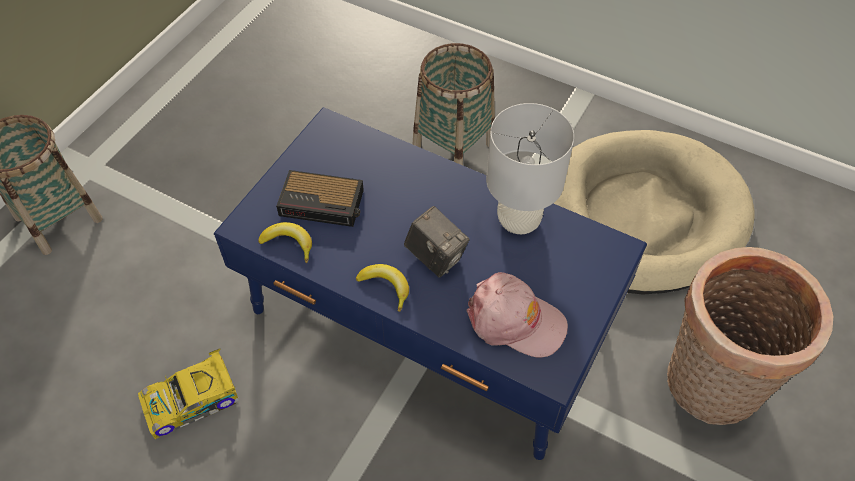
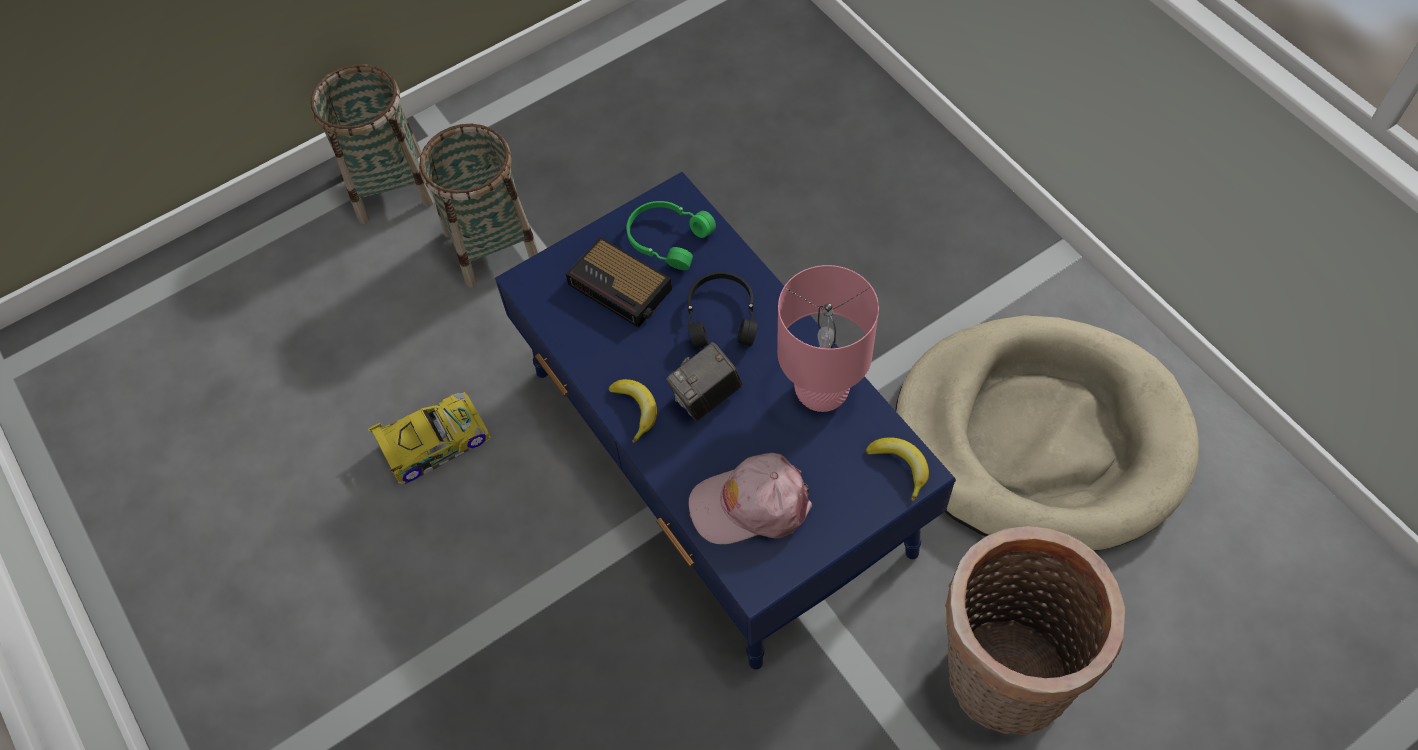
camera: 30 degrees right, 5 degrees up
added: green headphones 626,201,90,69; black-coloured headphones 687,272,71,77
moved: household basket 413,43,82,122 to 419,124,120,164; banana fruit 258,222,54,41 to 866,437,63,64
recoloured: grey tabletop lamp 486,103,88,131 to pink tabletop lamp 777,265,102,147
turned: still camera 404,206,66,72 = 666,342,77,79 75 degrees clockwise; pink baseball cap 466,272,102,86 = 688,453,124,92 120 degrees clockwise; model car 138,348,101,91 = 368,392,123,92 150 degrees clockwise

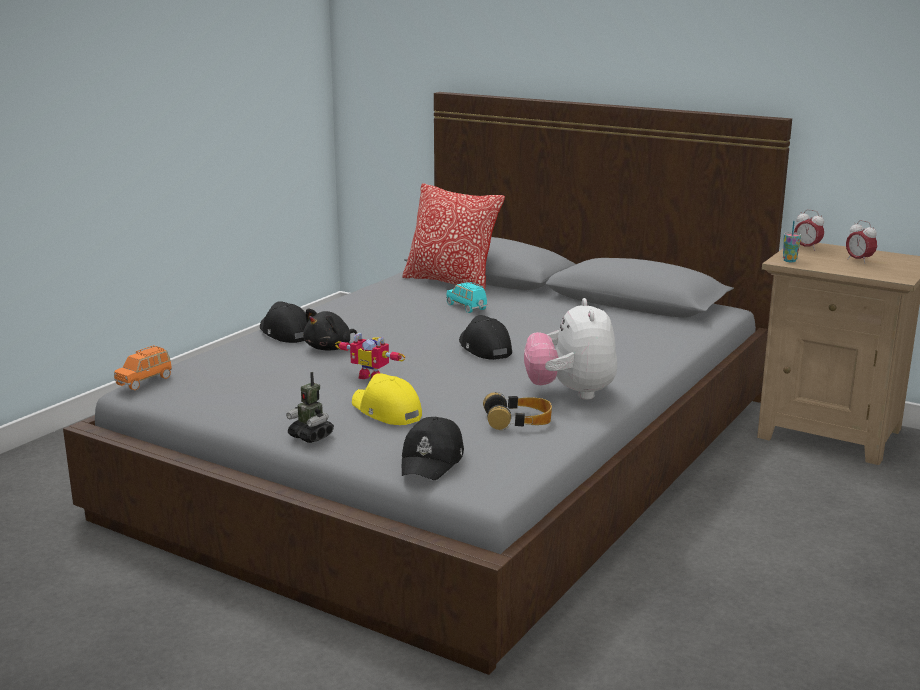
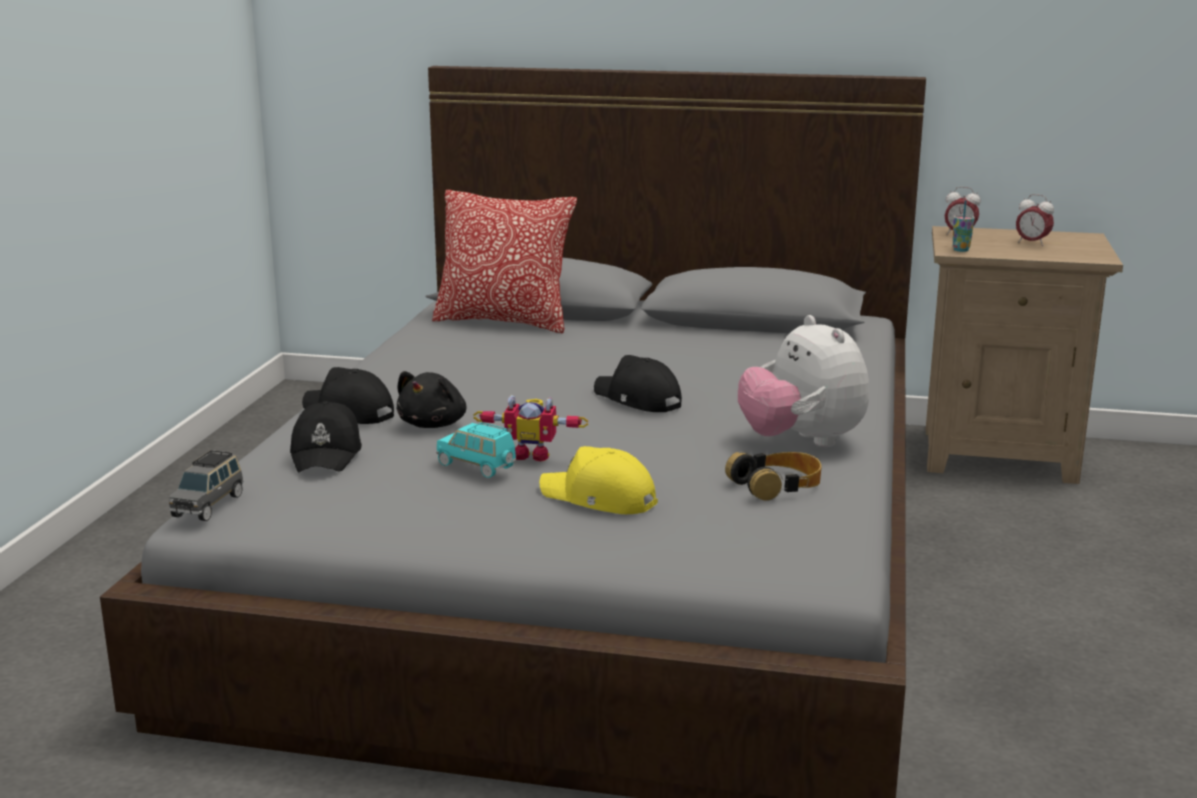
camera: 20 degrees left, 0 degrees up
removed: toy robot 286,372,48,71
moved: turquoise-coloured model car 446,282,41,31 to 436,422,80,56; black-coloured baseball cap 402,417,62,63 to 290,401,72,72
recoloured: orangey model car 114,345,58,45 to grey model car 169,450,74,71

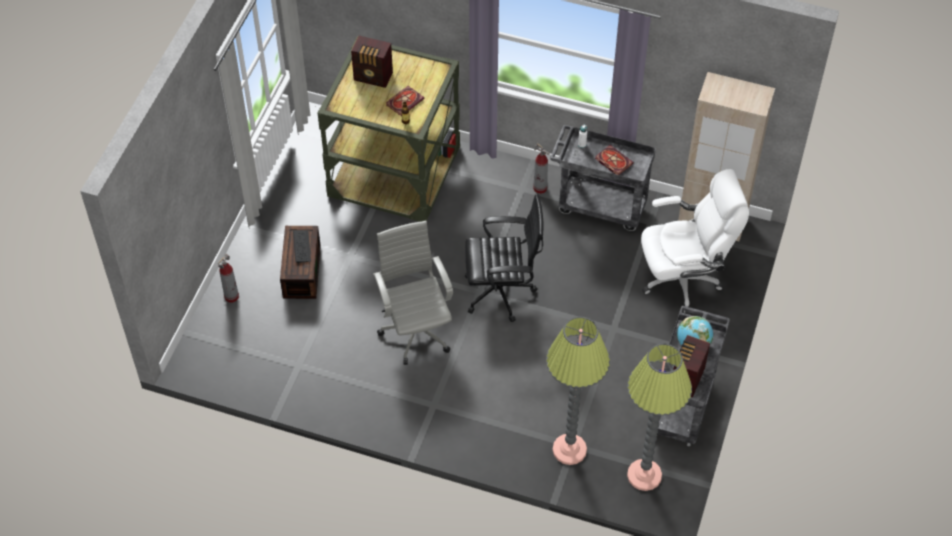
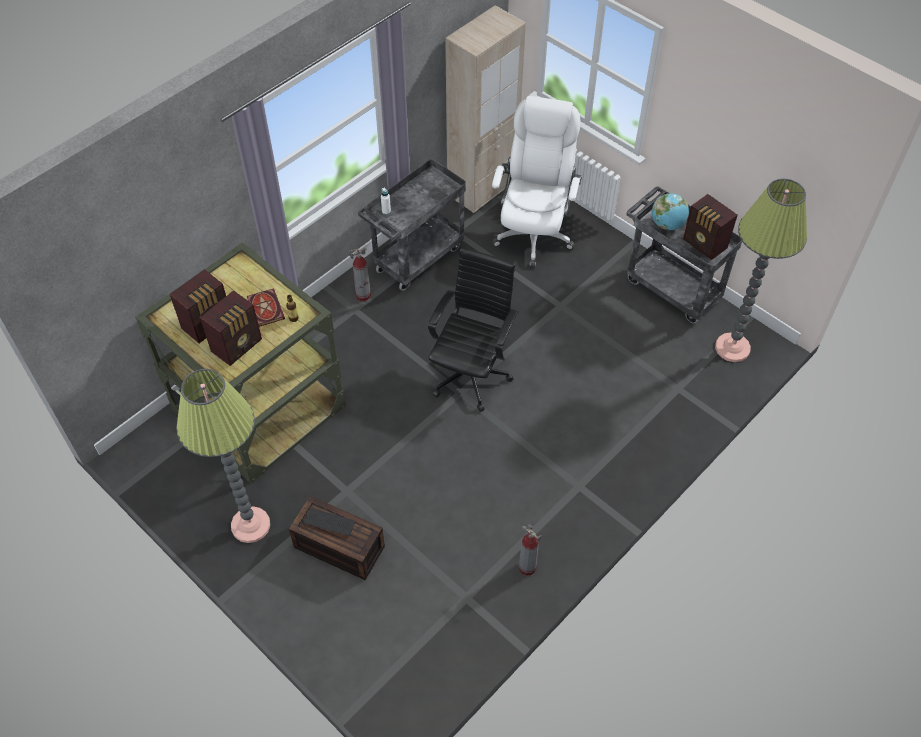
camera: 65 degrees left, 0 degrees up
removed: volume 595,145,39,30; grey computer chair 373,221,80,144
added: radio 200,290,62,76
moved: fire extinguisher 218,253,21,50 to 519,524,23,52; floor lamp 546,317,64,148 to 176,369,94,174

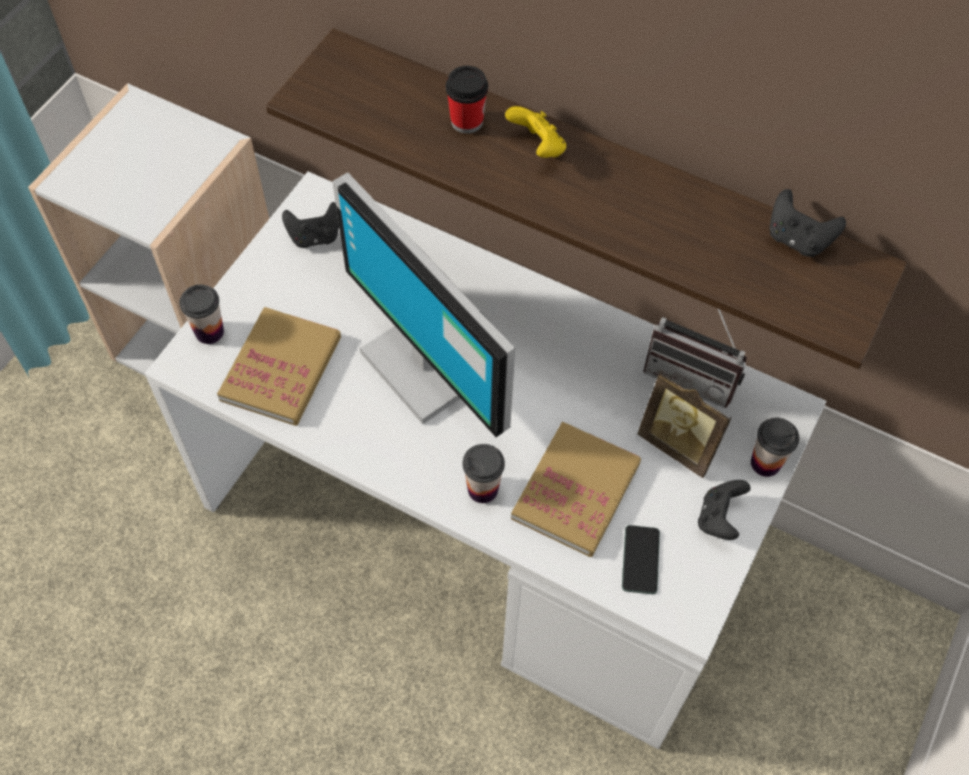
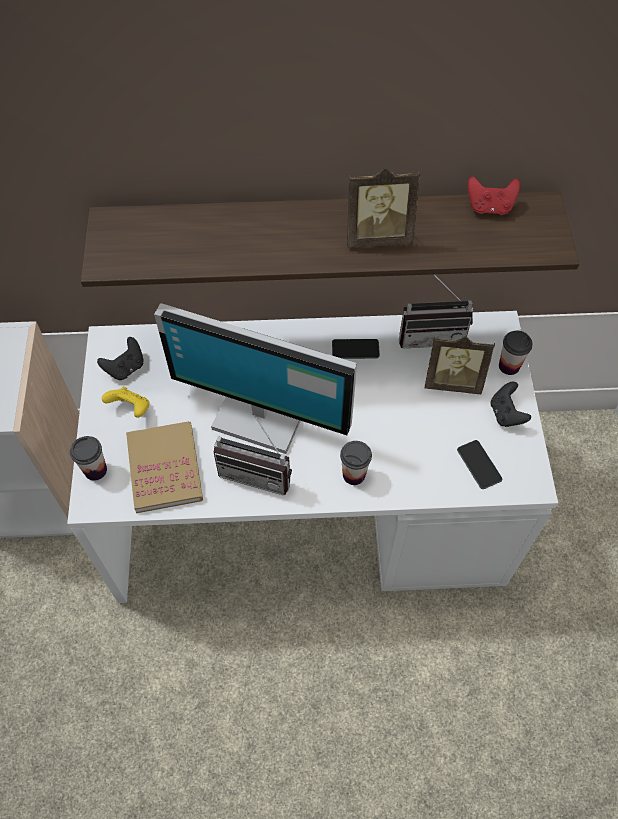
camera: 30 degrees left, 0 degrees up
removed: small cup 446,66,42,68; volume 511,421,130,136
added: standing frame 347,167,73,81; phone 332,339,48,20; radio 213,411,79,84
moved: yellow gamepad 505,106,61,52 to 102,387,48,31
recoloured: black-coloured gamepad 769,189,77,68 to red-coloured gamepad 468,176,52,39

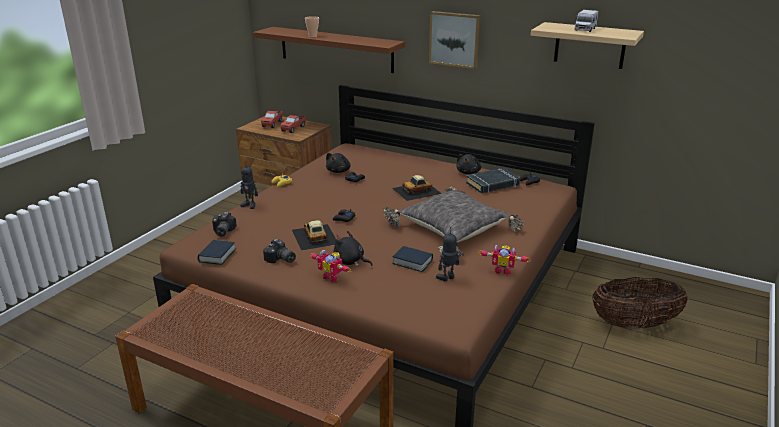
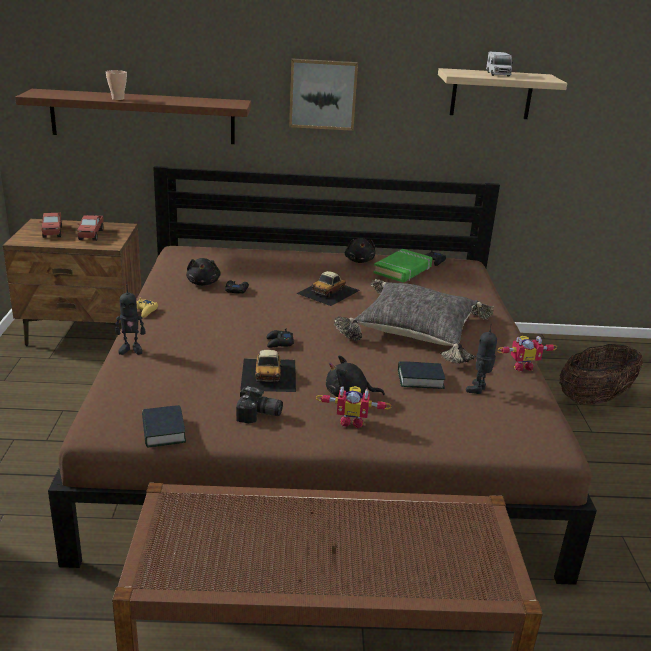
camera: 30 degrees left, 0 degrees up
removed: still camera 212,212,25,25
recoloured: black-coloured volume 466,168,54,25 to green volume 374,249,58,34
turned: model car 292,220,44,30 = 240,350,56,42 135 degrees counterclockwise

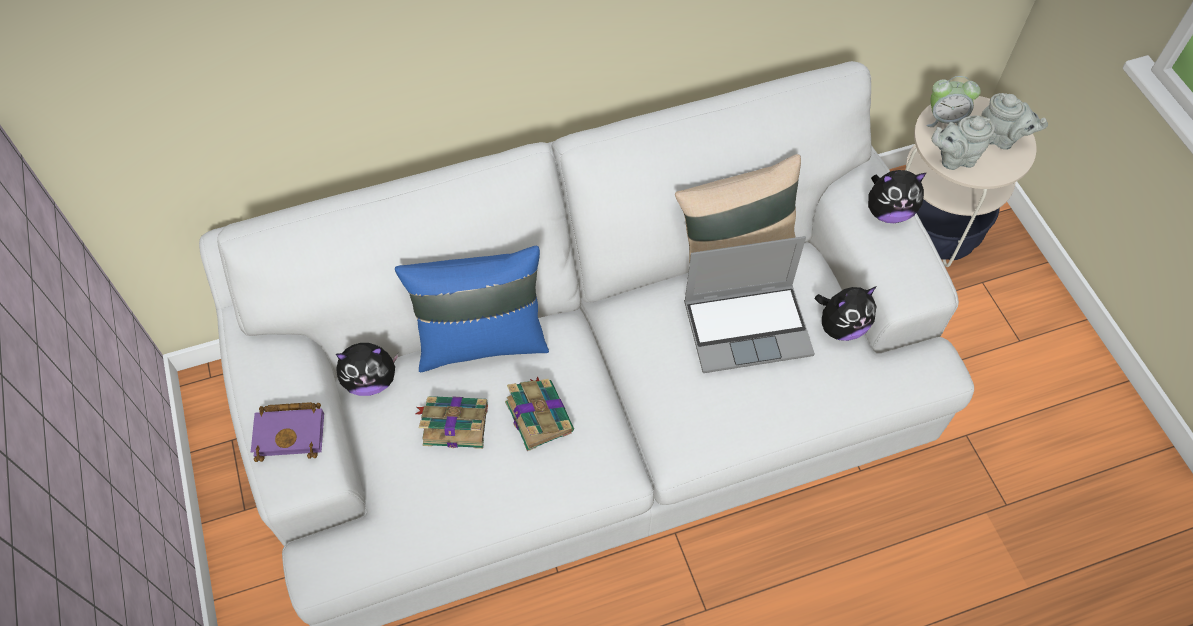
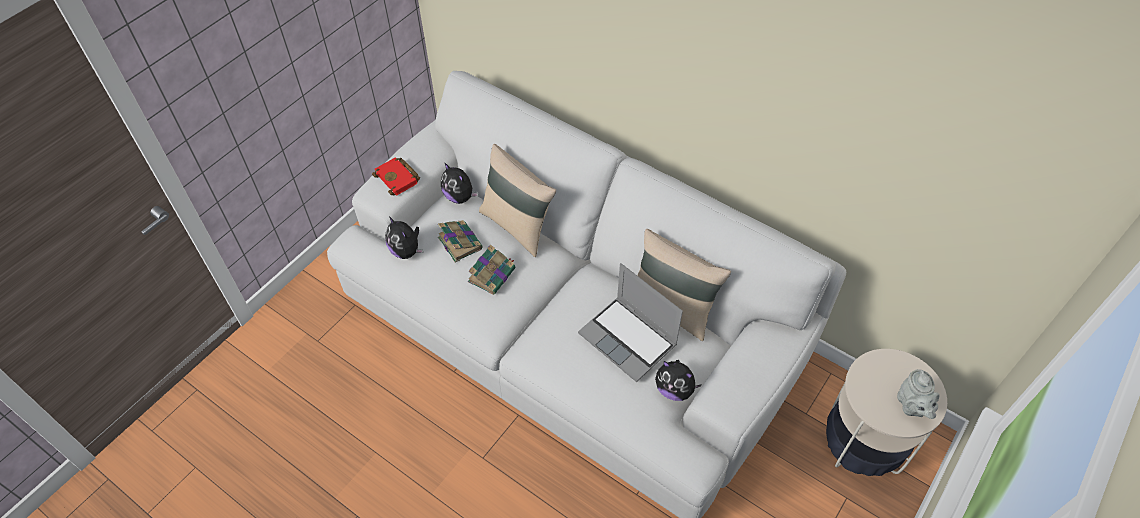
camera: 55 degrees right, 5 degrees down
removed: table clock 926,76,55,51; grey teapot 932,115,62,55
moved: cuddly toy 868,170,58,53 to 385,216,38,43
recoloured: blue cushion 395,246,154,126 to beige-coloured cushion 479,144,77,113; purple-coloured volume 251,402,73,60 to red-coloured volume 372,157,48,39

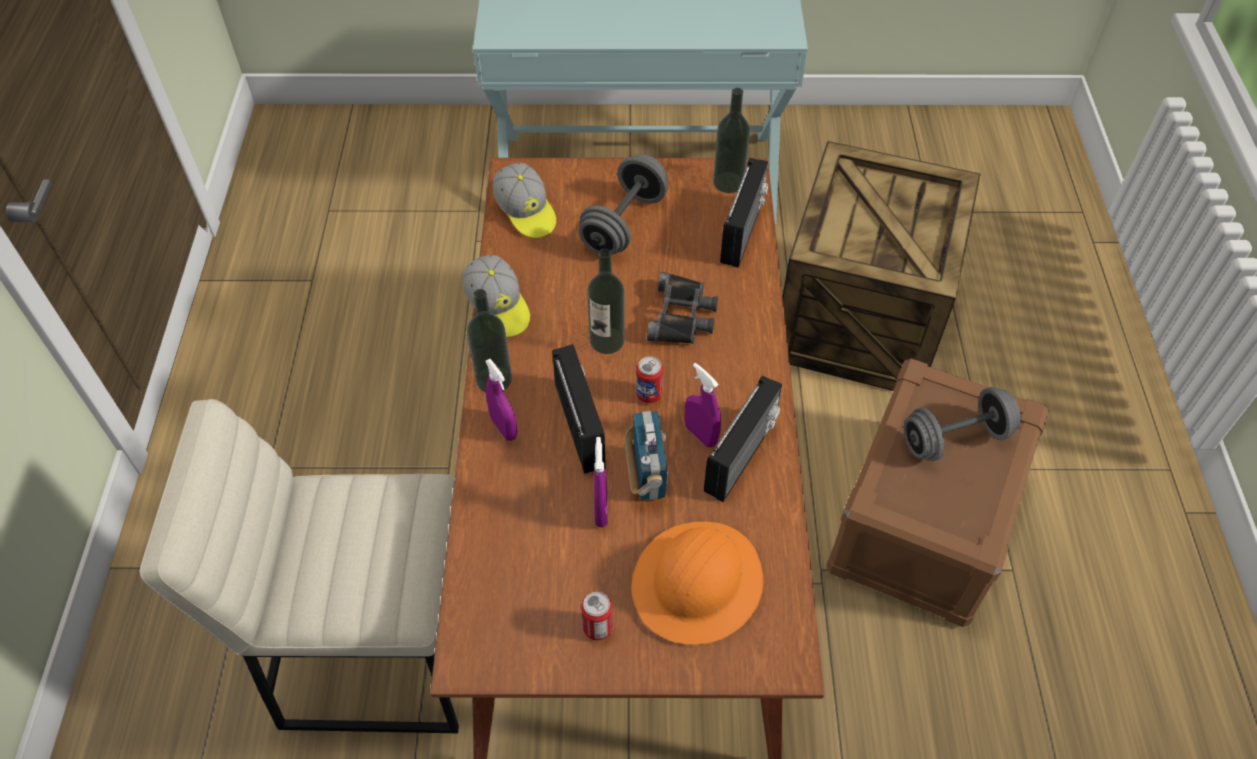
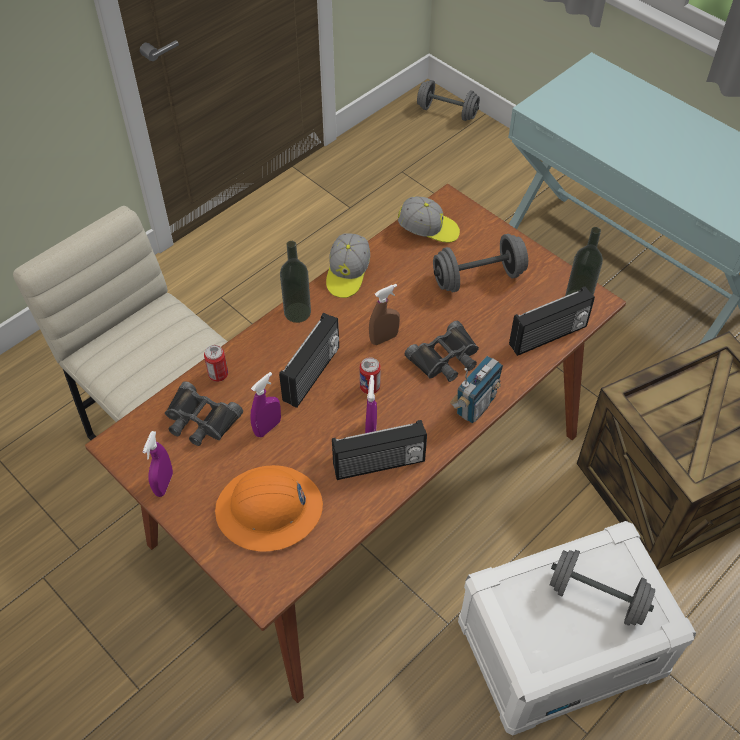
camera: 45 degrees right, 0 degrees up
added: grey free weight 417,80,63,41; black-coloured pair of binoculars 165,381,78,65
moved: purple-coloured spray bottle 485,359,32,82 to 143,431,30,66; radio 624,411,44,89 to 450,356,53,67; can 581,592,32,49 to 204,345,24,37
replaced: drink bottle 587,249,38,105 to brown spray bottle 369,284,31,61
recoloured: brown storage bin 826,358,223,269 to white storage bin 458,521,238,214
turned: baseball cap 492,162,64,76 = 398,197,62,46 90 degrees counterclockwise

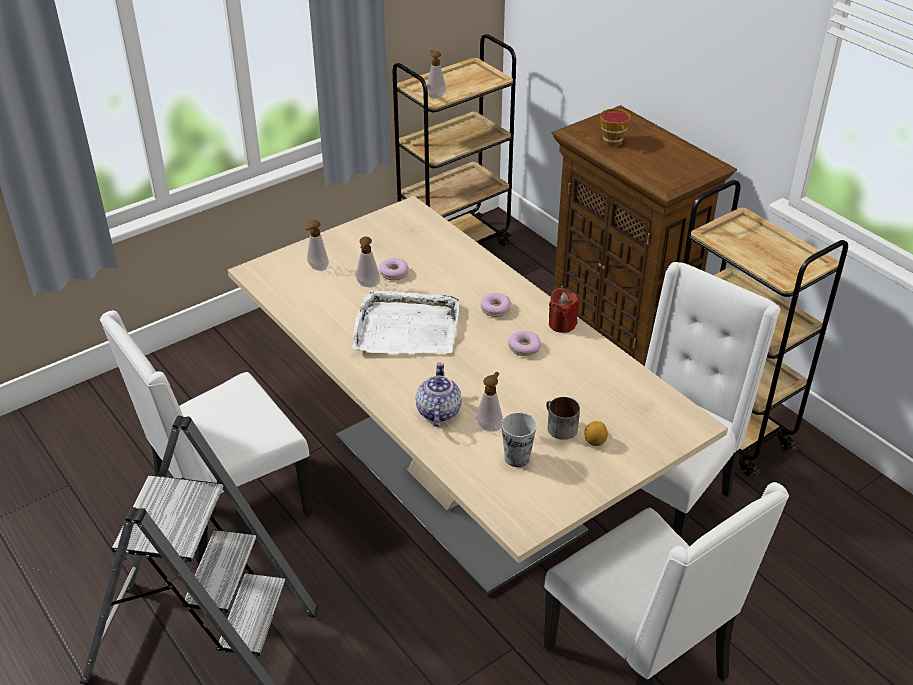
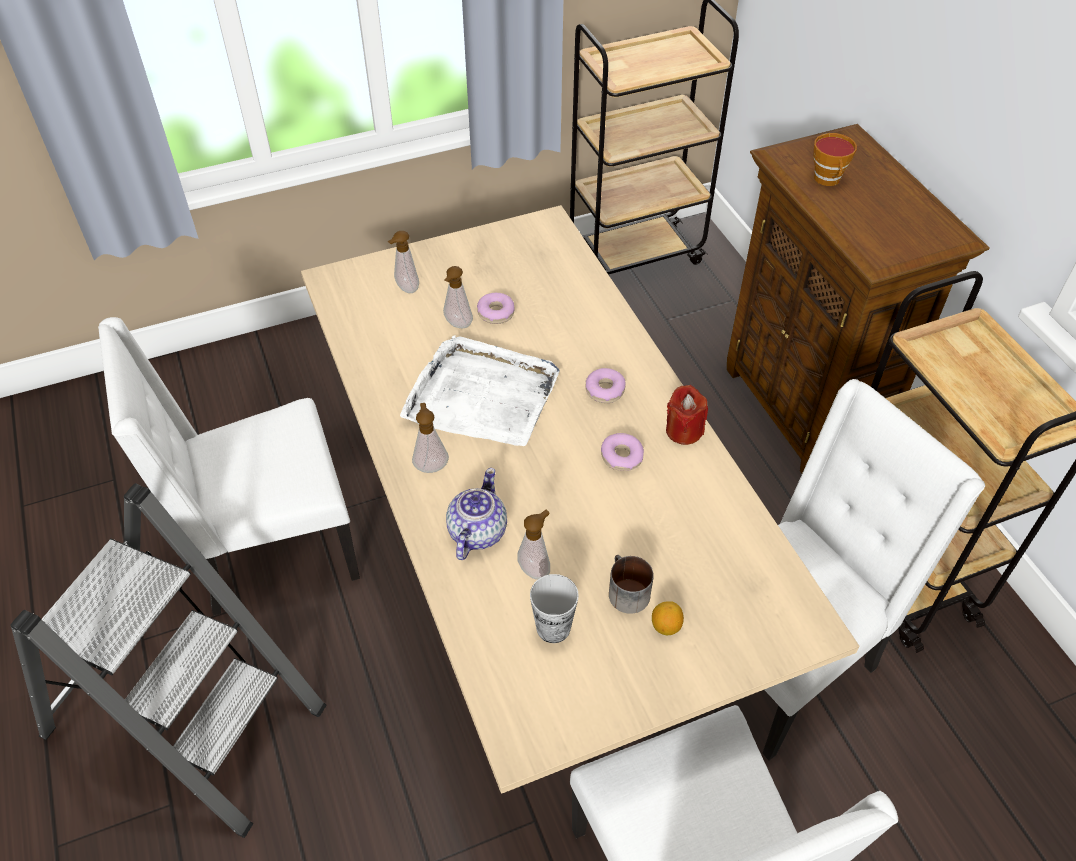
camera: 15 degrees right, 10 degrees up
moved: liquid soap bottle 427,50,19,48 to 412,403,37,70

